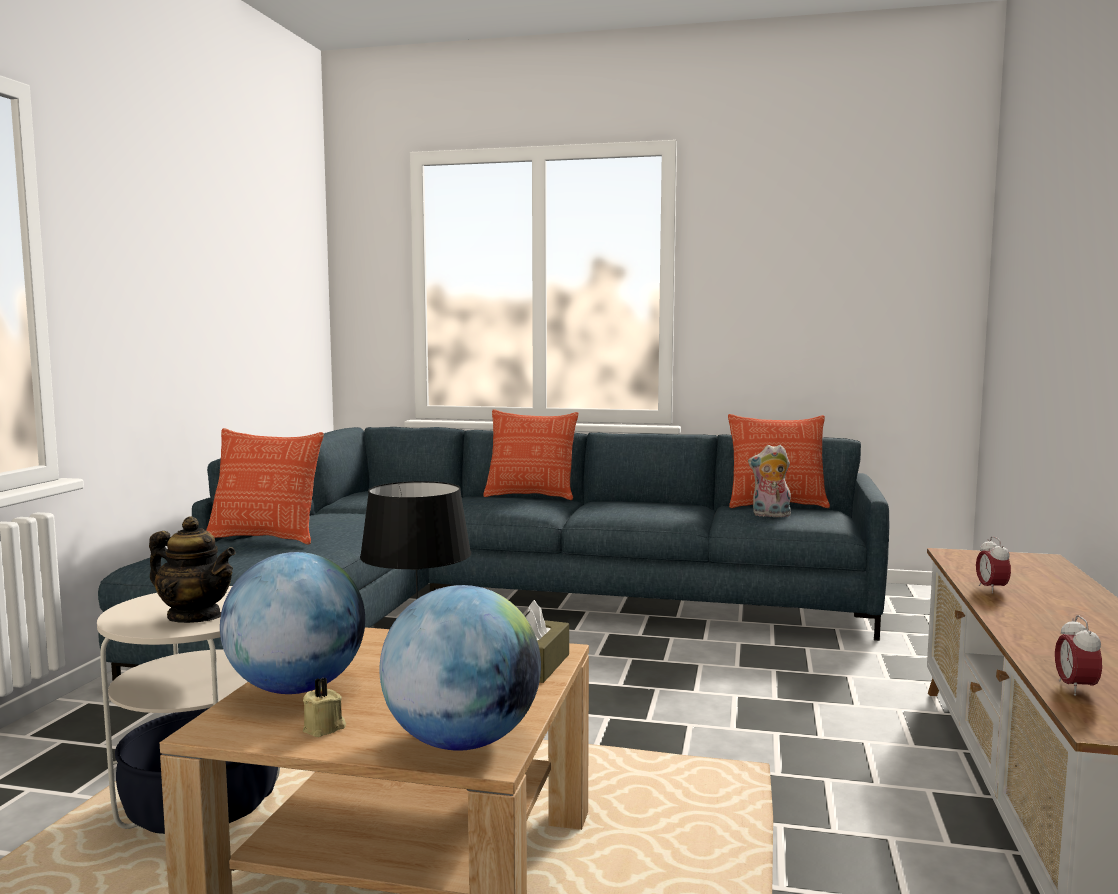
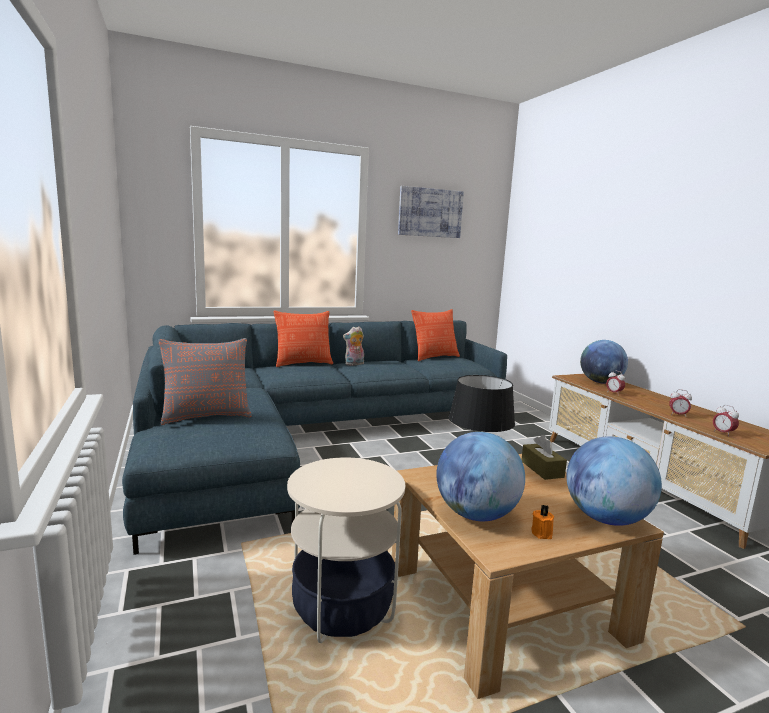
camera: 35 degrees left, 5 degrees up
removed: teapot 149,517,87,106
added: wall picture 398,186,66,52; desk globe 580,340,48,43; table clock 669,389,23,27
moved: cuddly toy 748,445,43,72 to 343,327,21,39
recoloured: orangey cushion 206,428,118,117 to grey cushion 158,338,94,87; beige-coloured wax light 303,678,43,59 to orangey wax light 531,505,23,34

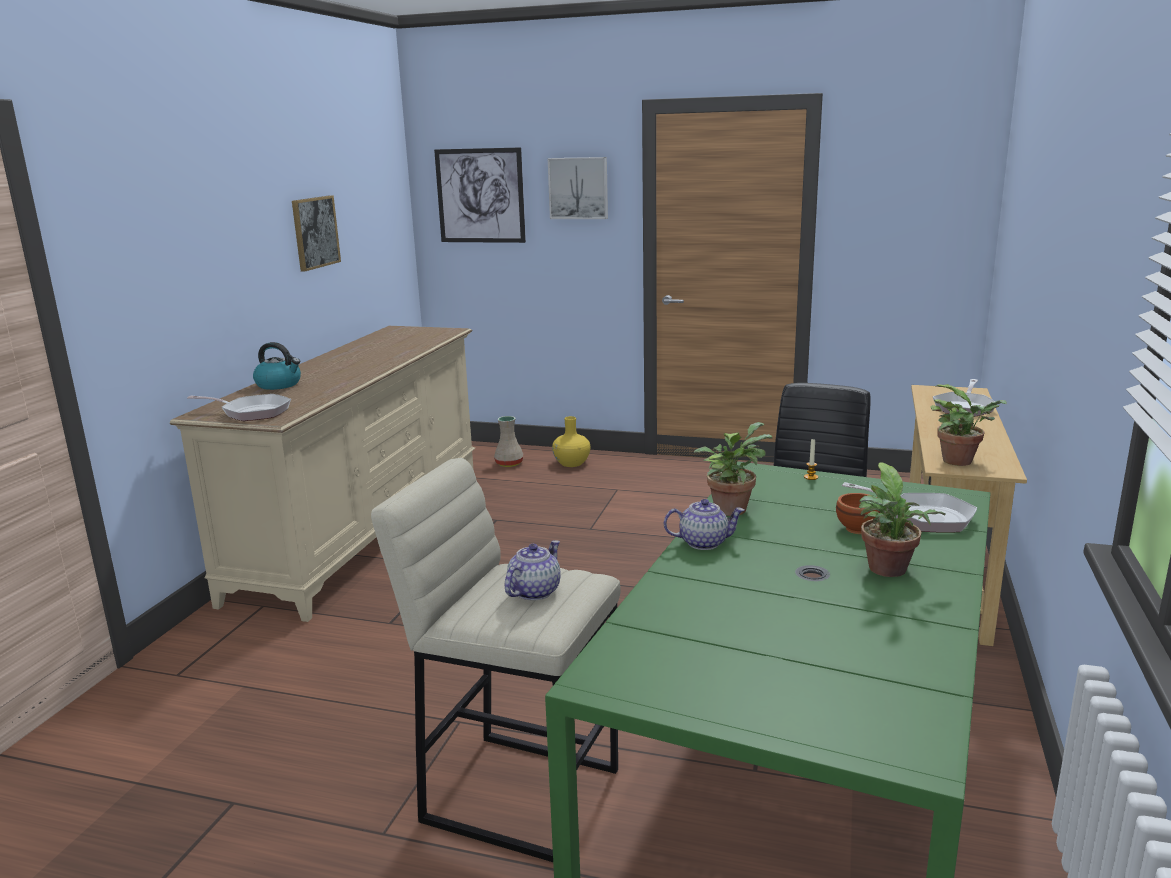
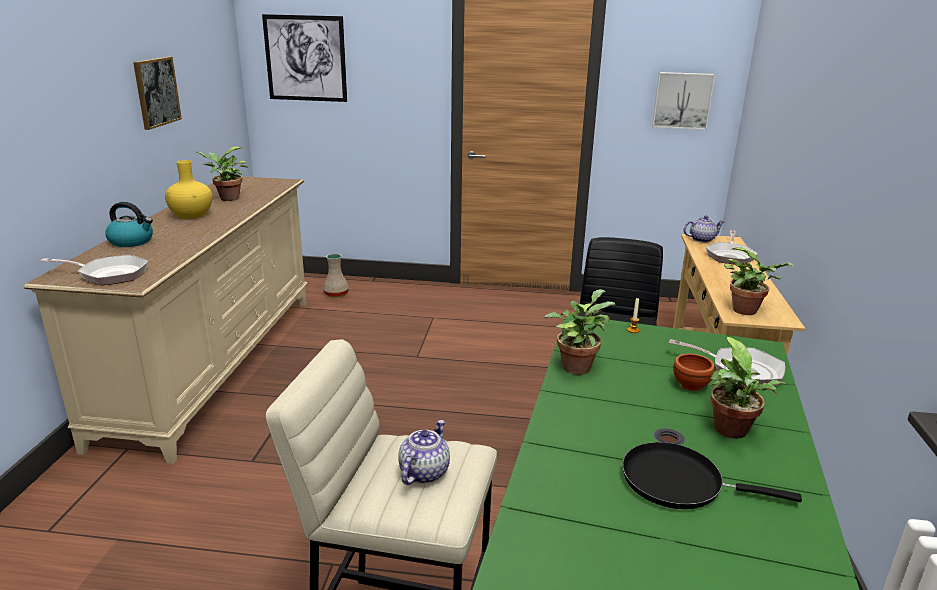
camera: 10 degrees left, 5 degrees up
added: potted plant 198,147,50,54; black-coloured frying pan 622,442,180,67
moved: wall picture 548,157,60,62 to 652,72,63,58; yellow vase 552,416,39,51 to 165,160,47,59; teapot 664,499,81,51 to 684,216,41,27

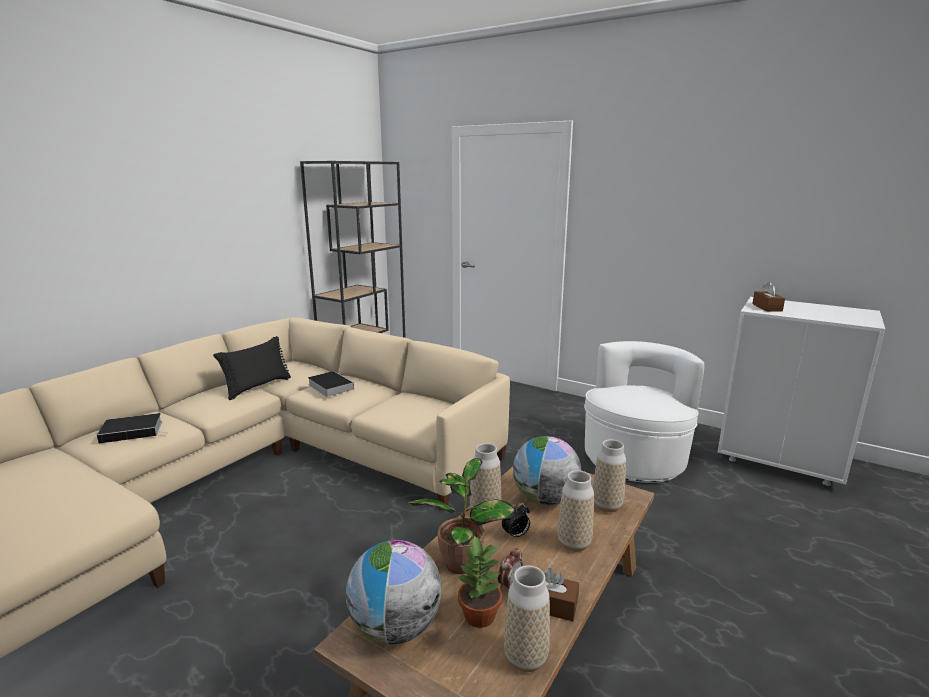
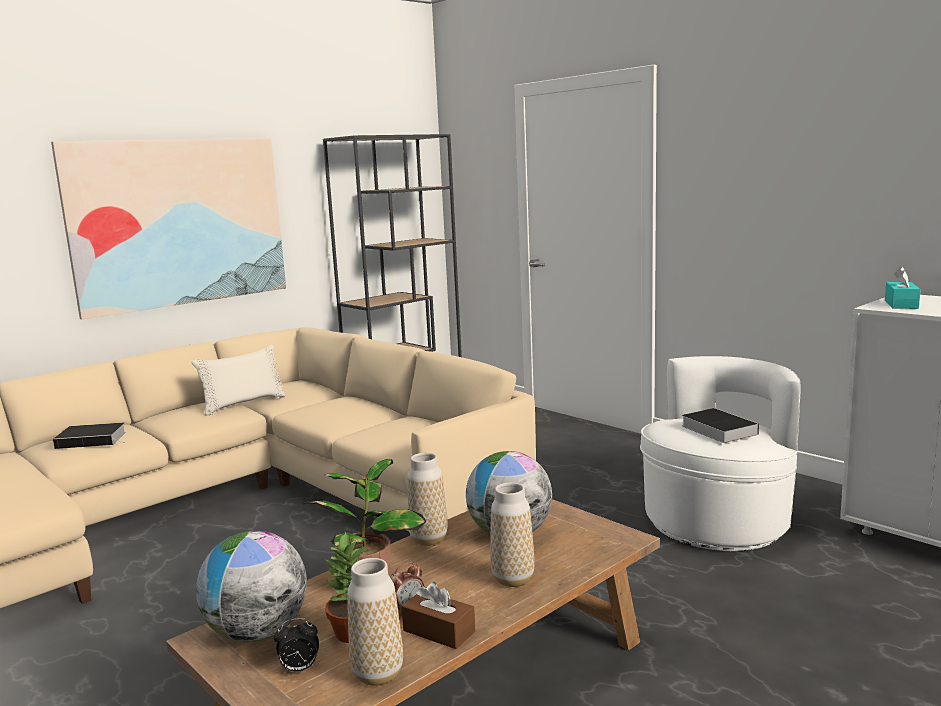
camera: 15 degrees right, 5 degrees down
removed: vase 593,439,33,74
added: wall picture 51,138,235,182
moved: volume 308,371,46,26 to 682,408,77,35; table clock 502,503,28,35 to 274,618,45,55
recoloured: brown tissue box 752,282,33,30 to turquoise-coloured tissue box 885,267,36,42; black-coloured cushion 213,336,78,64 to white cushion 191,345,95,71

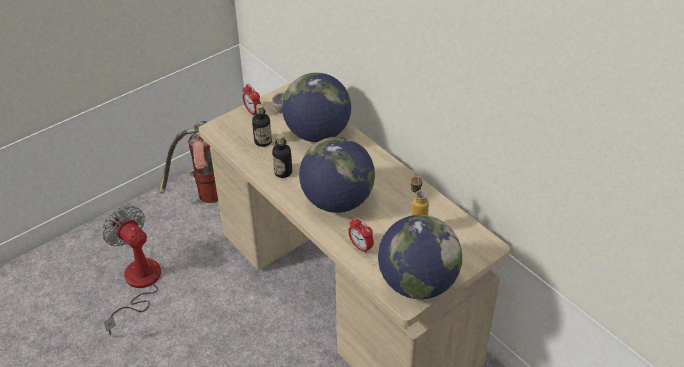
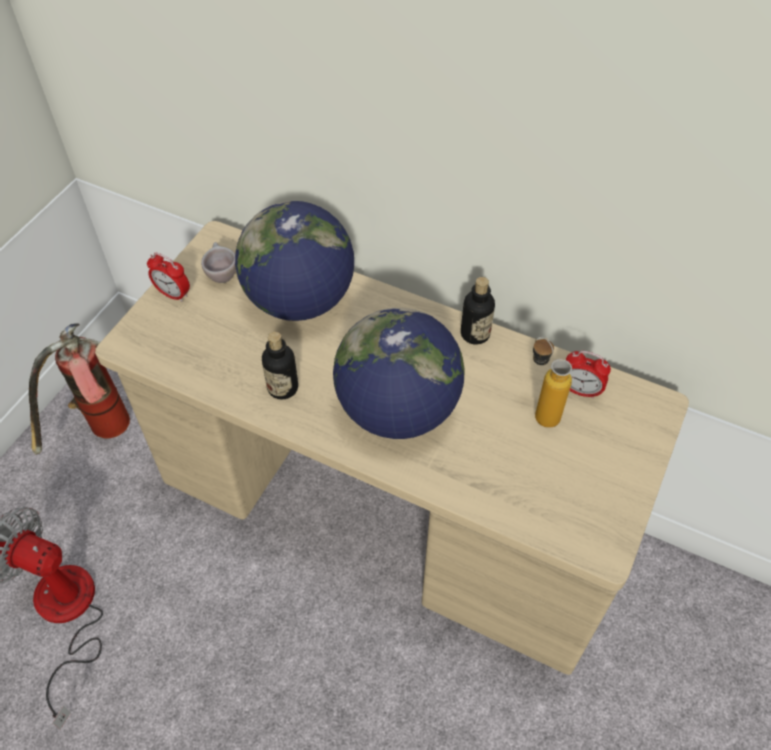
camera: 25 degrees left, 10 degrees up
removed: desk globe 378,215,84,84
moved: drink bottle 252,104,20,43 to 461,277,34,68; table clock 348,218,26,36 to 566,351,45,48

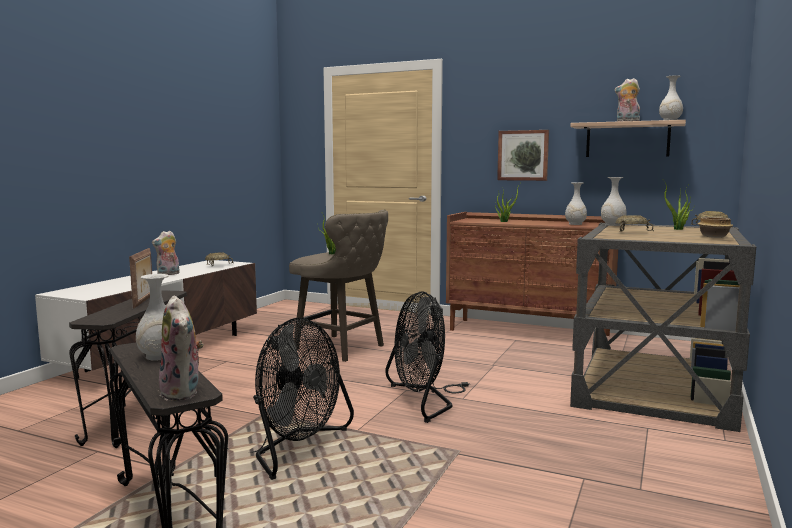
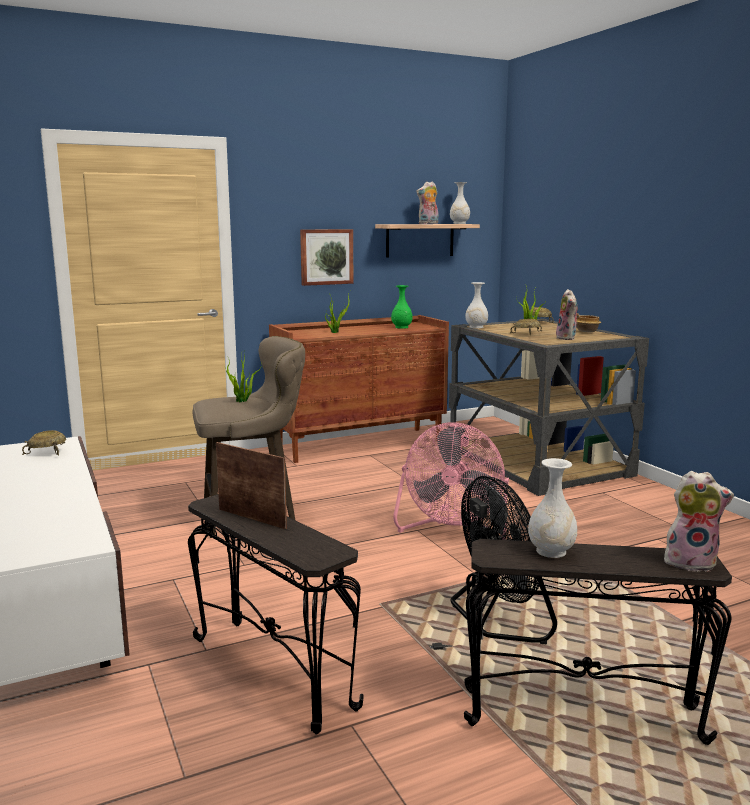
camera: 50 degrees left, 5 degrees up
moved: cuddly toy 152,231,28,44 to 556,289,24,51
recoloured: white vase 565,182,22,43 to green vase 391,285,22,44; black-coloured electric fan 385,291,85,132 to pink electric fan 393,422,116,118

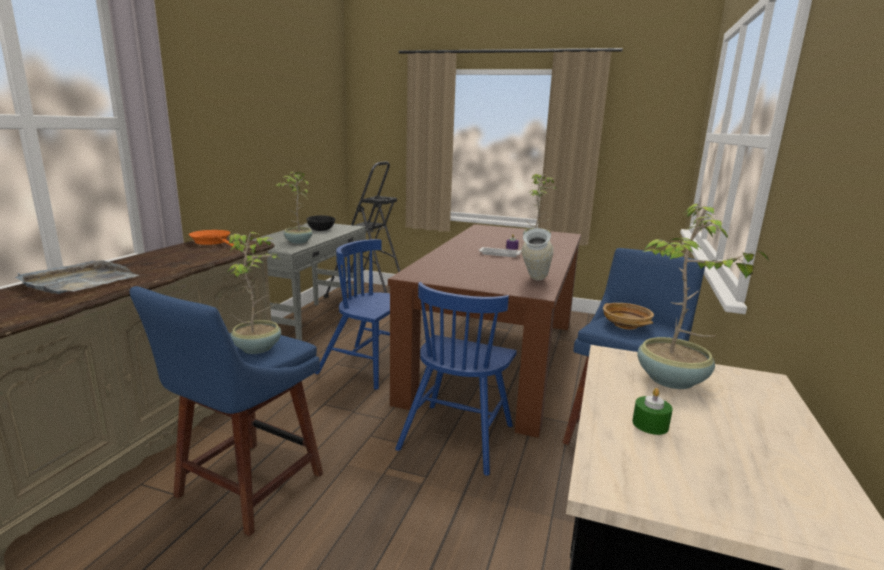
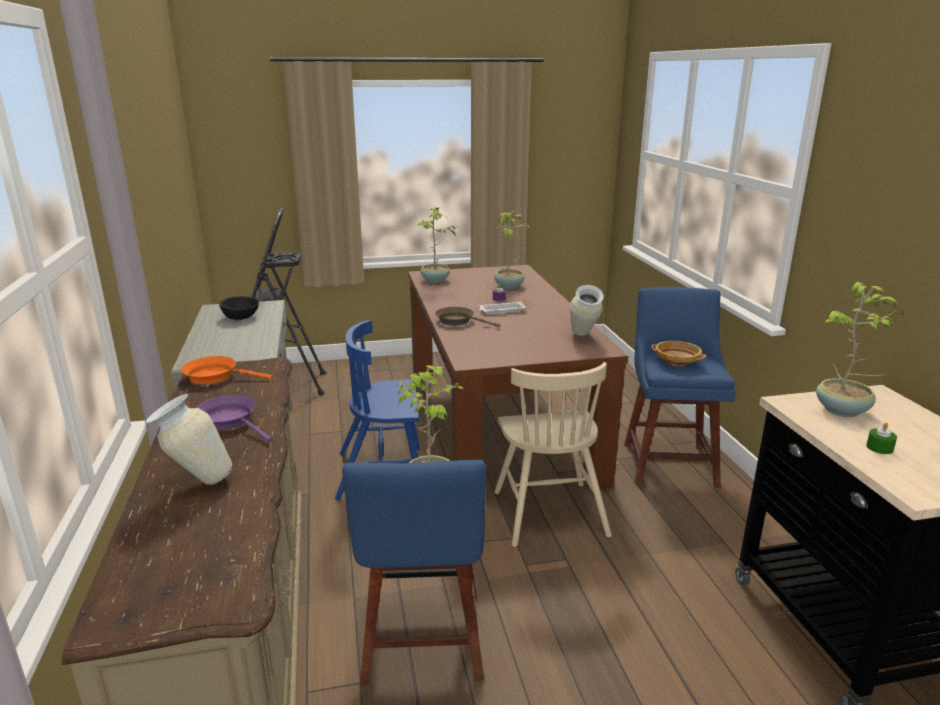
camera: 30 degrees left, 5 degrees up
added: brown frying pan 435,307,65,20; purple-coloured frying pan 196,395,76,47
moved: potted plant 275,171,38,73 to 418,206,40,77
replaced: grey serving tray 15,261,124,33 to vase 146,394,87,91
recoloured: blue plain chair 395,282,122,194 to beige-coloured plain chair 494,362,118,185

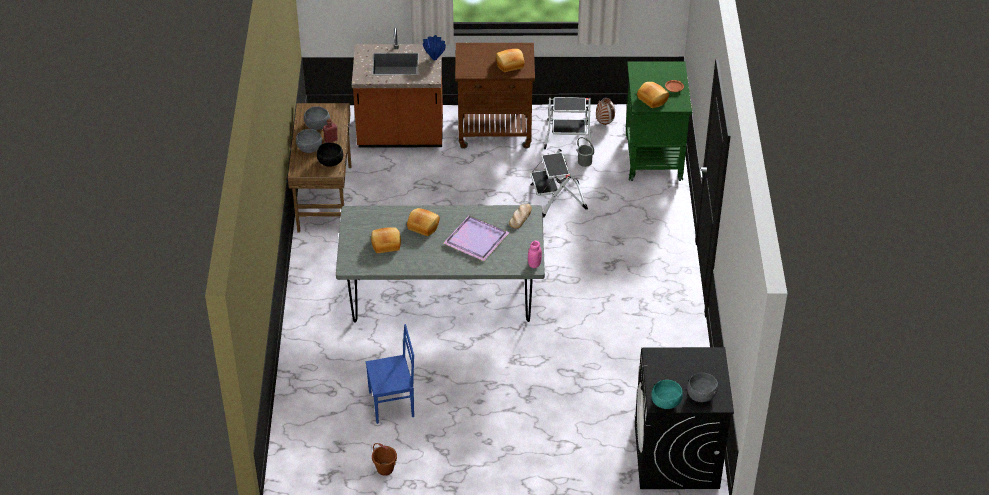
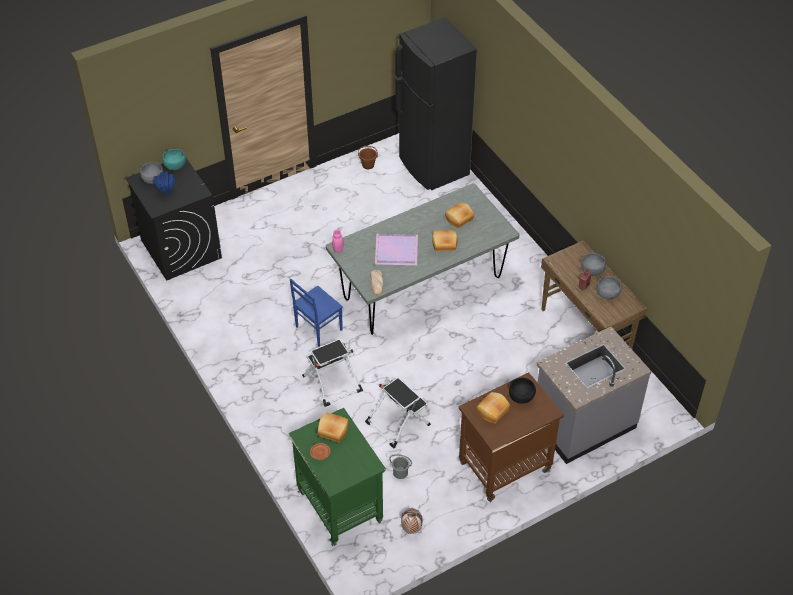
camera: 150 degrees right, 5 degrees up
added: black-coloured refrigerator 396,17,81,173
moved: blue vase 423,35,23,25 to 152,171,24,24; stepladder 544,97,48,52 to 302,339,61,68; black-coloured deep dish 317,142,26,25 to 509,378,27,26; blue plain chair 365,324,49,100 to 290,278,53,69
recoloured: brown kitchen counter 352,27,91,121 to grey kitchen counter 536,327,116,137

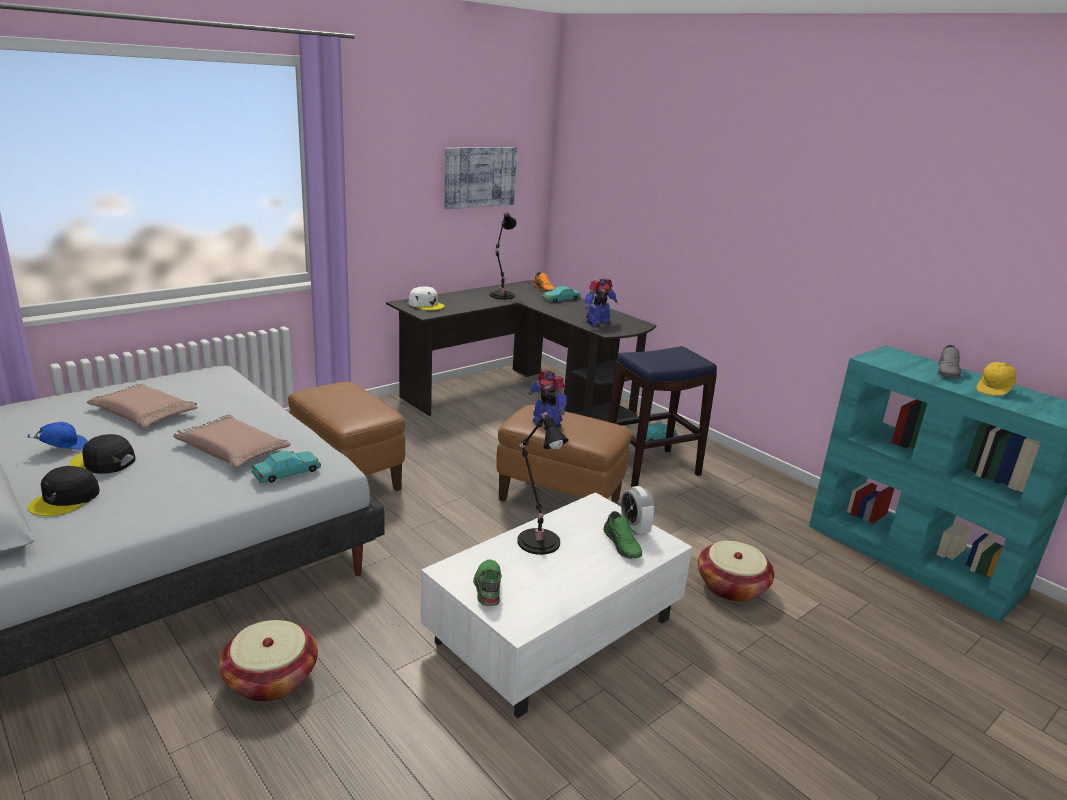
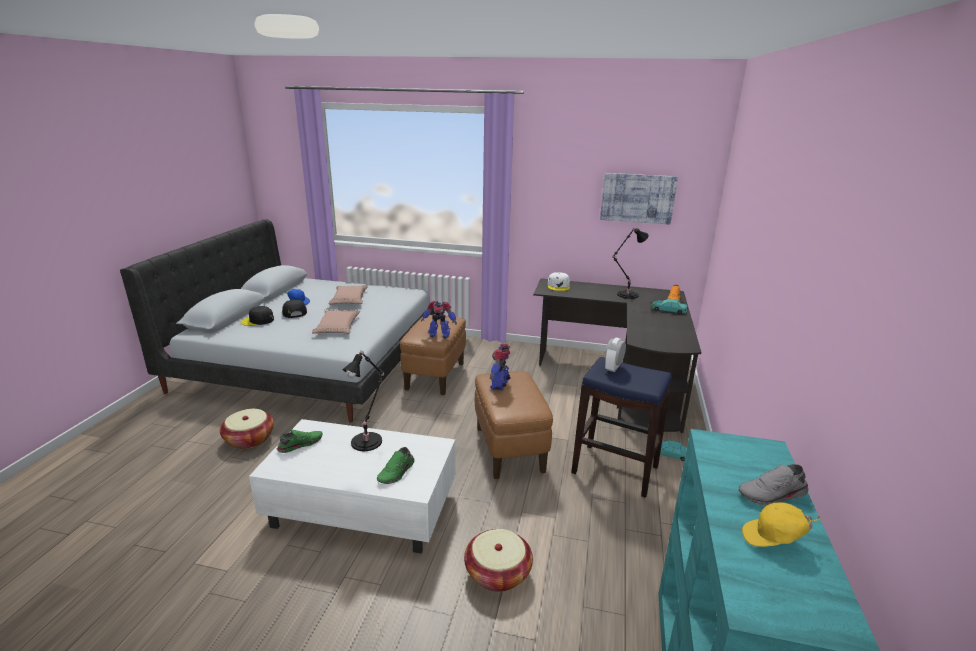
camera: 55 degrees right, 0 degrees up
removed: turquoise-coloured model car 251,451,70,32
moved: toy robot 585,278,32,48 to 421,301,36,37; table clock 621,486,34,50 to 605,338,21,34

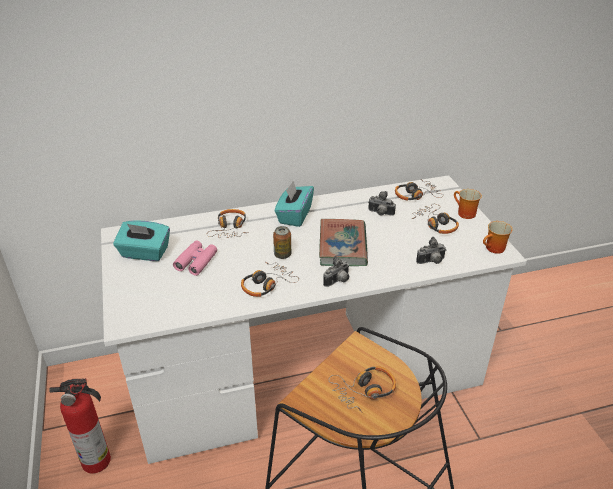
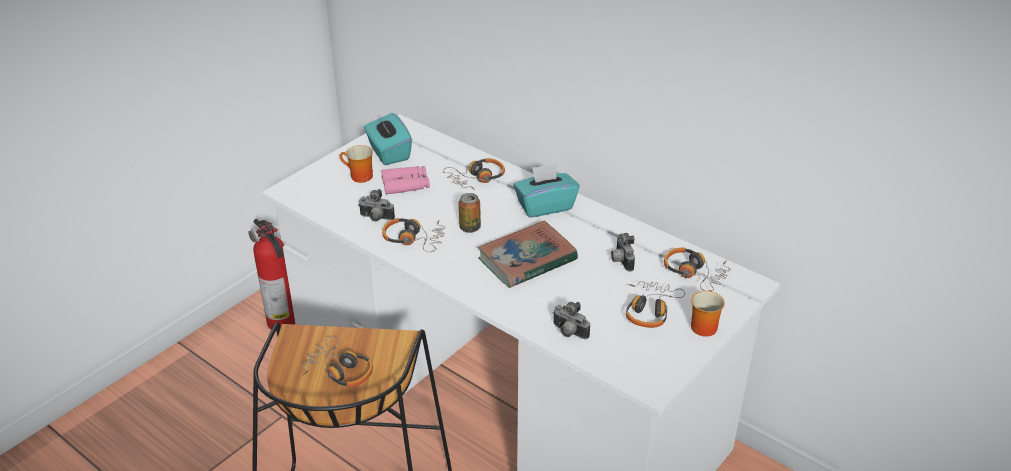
camera: 55 degrees right, 0 degrees up
moved: mug 483,221,30,33 to 339,145,34,38; still camera 323,256,26,31 to 358,189,37,32

